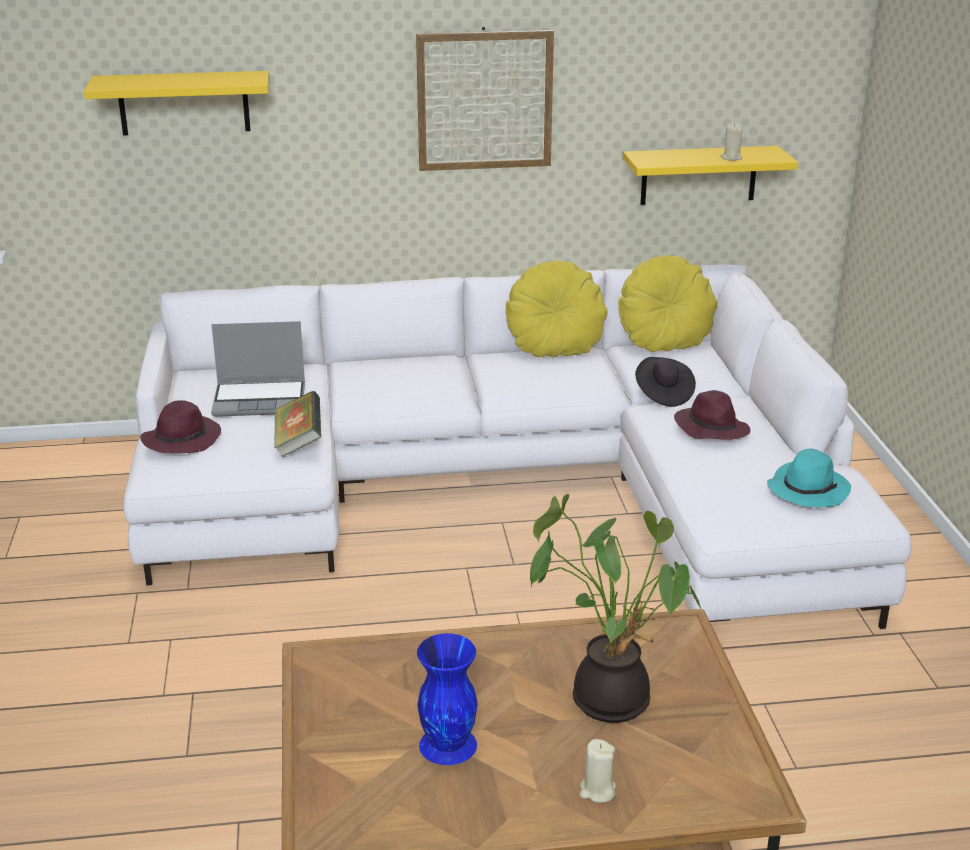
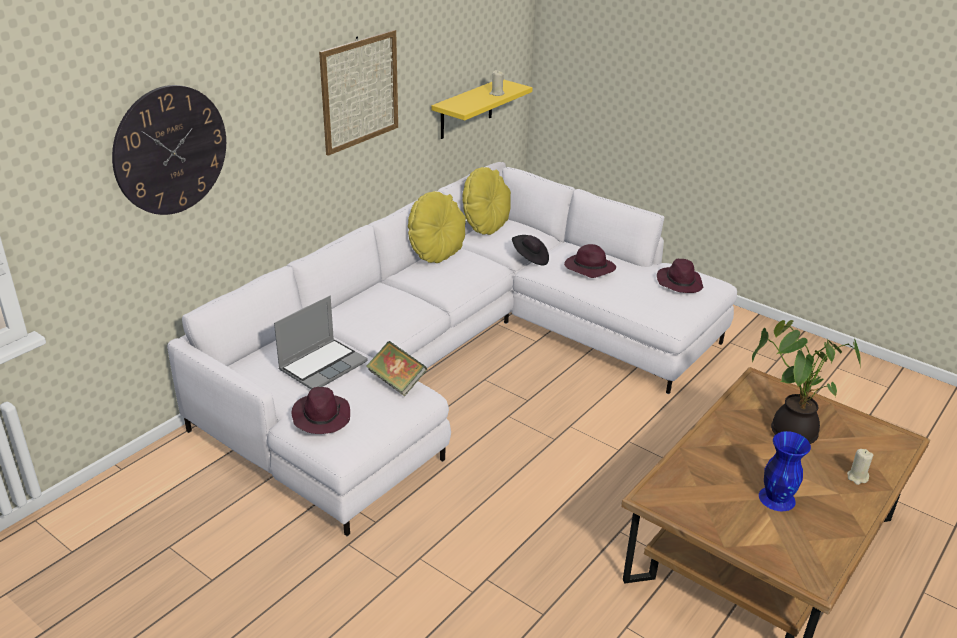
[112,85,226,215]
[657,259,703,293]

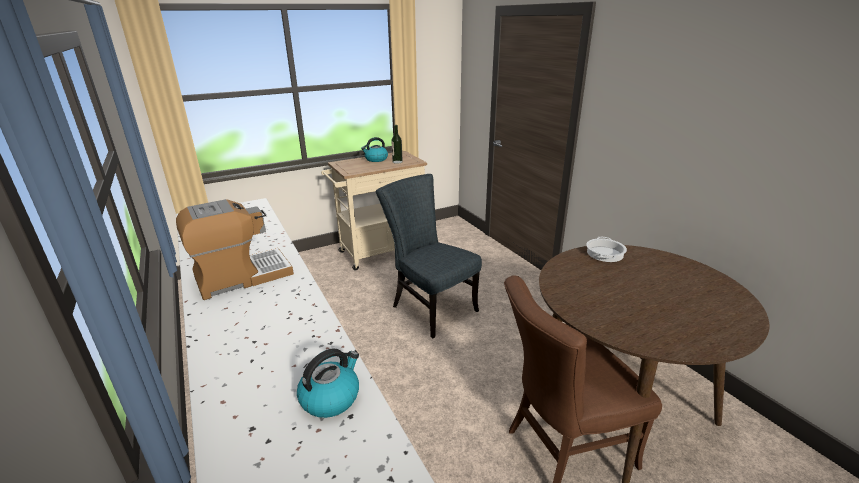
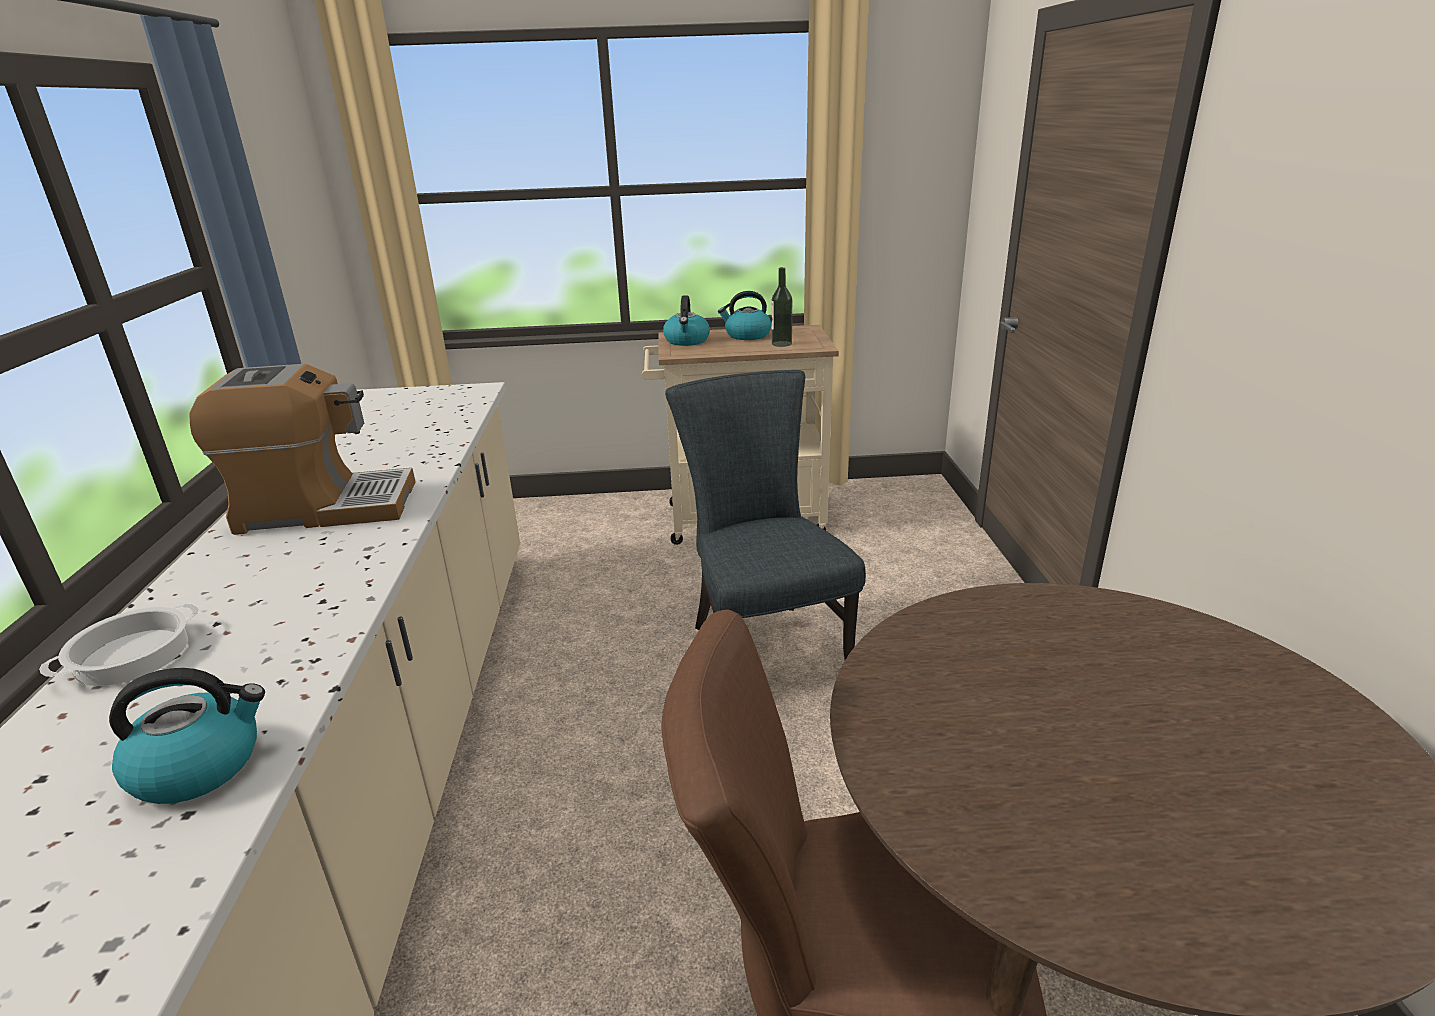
[39,604,199,686]
[663,295,710,346]

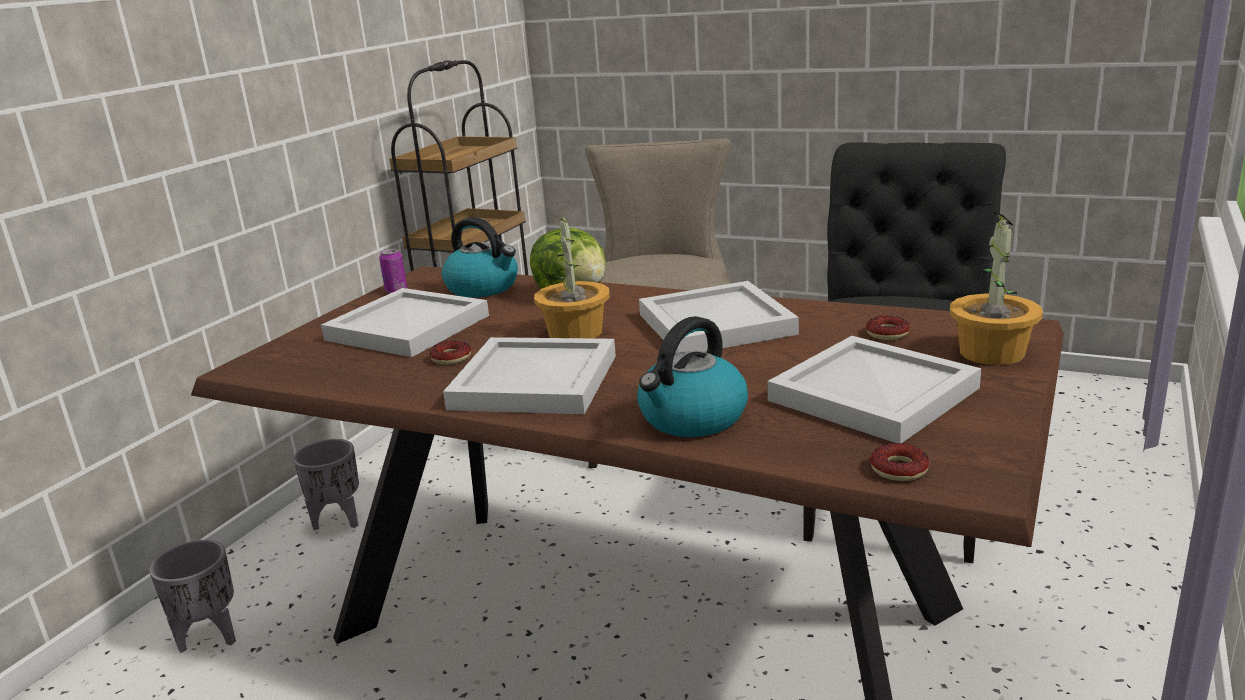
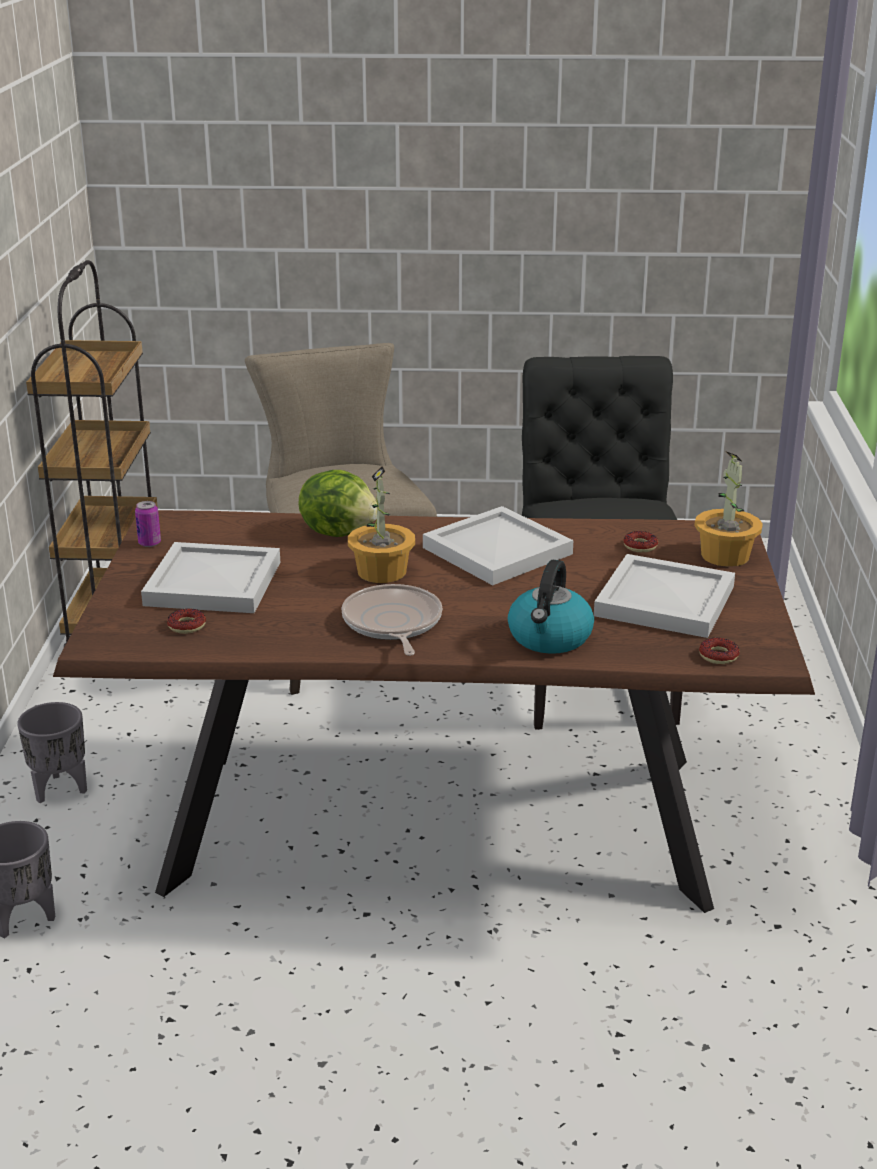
[167,608,206,634]
[441,217,518,298] (first image)
[342,584,442,656]

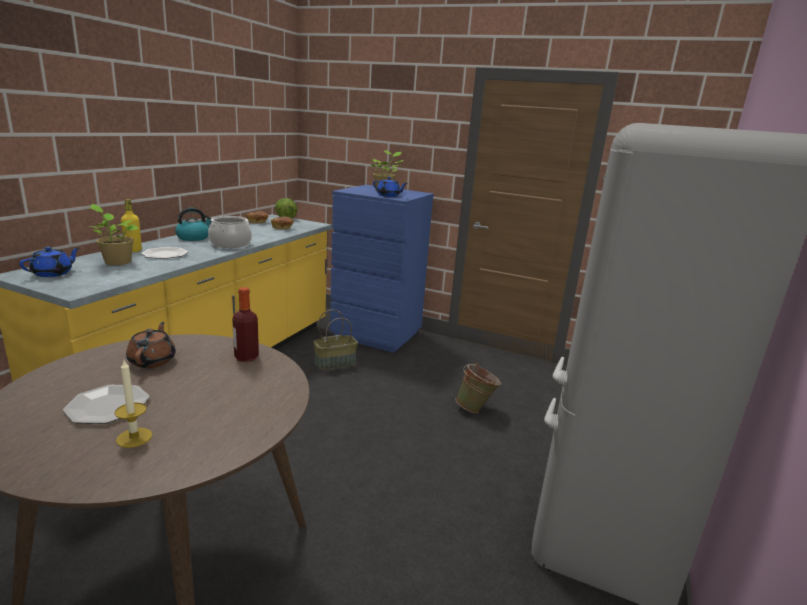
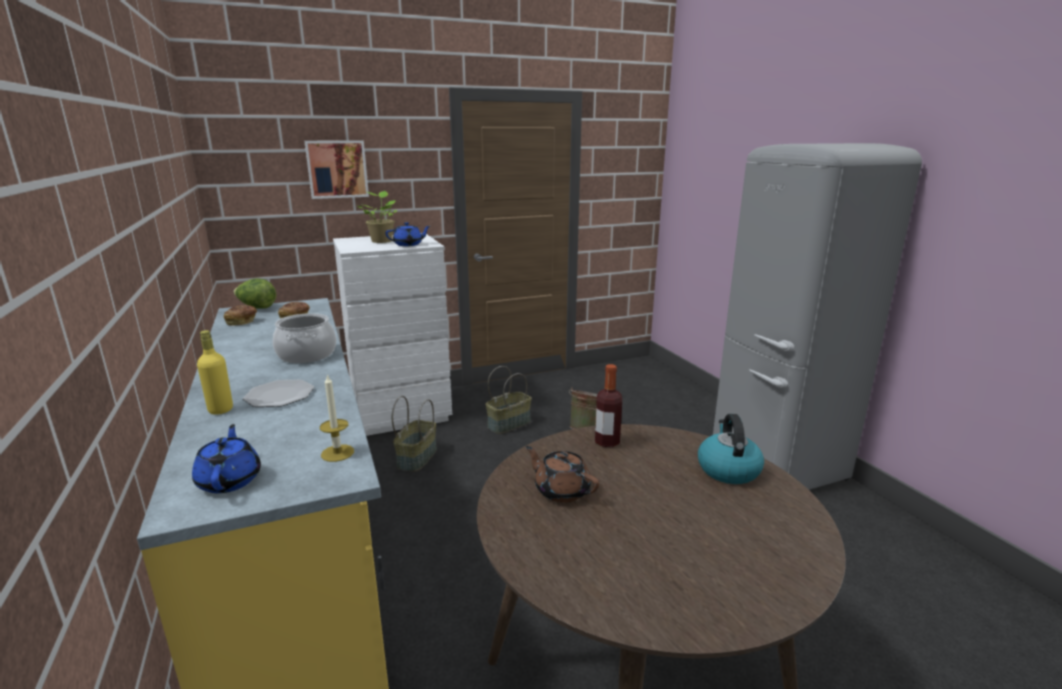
[63,385,149,424] (first image)
[89,204,139,265] (first image)
[320,374,354,462]
[698,414,764,484]
[333,233,452,436]
[305,140,369,199]
[485,366,532,434]

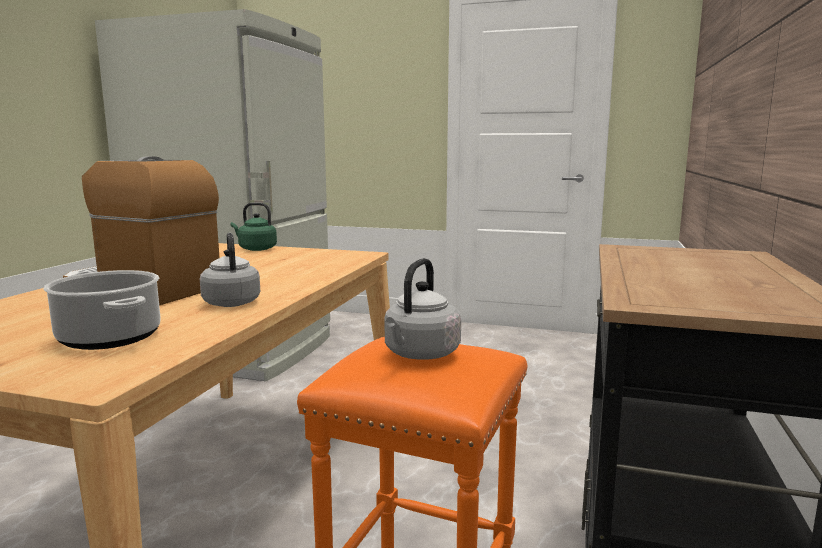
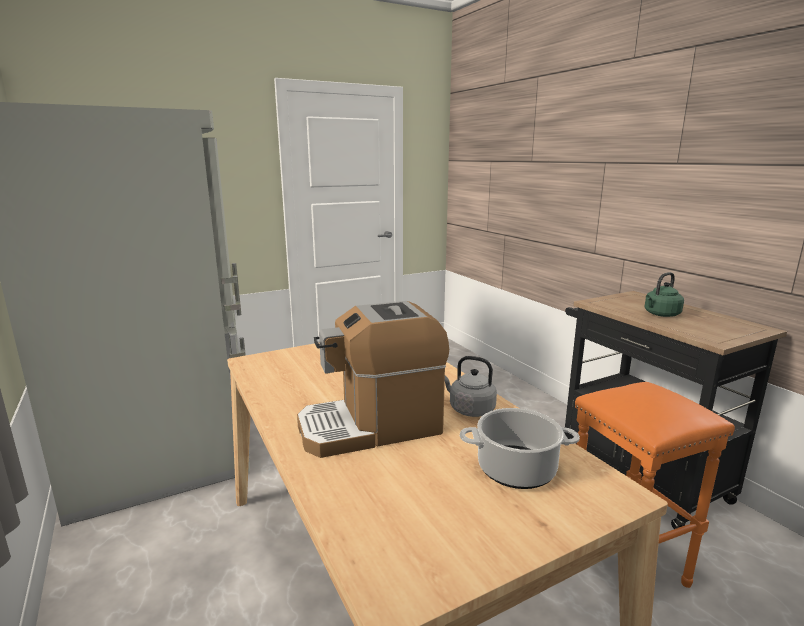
[644,272,684,317]
[385,258,461,360] (first image)

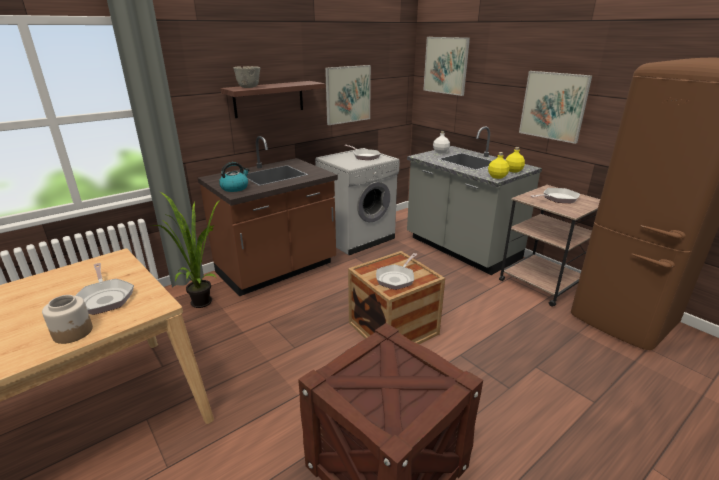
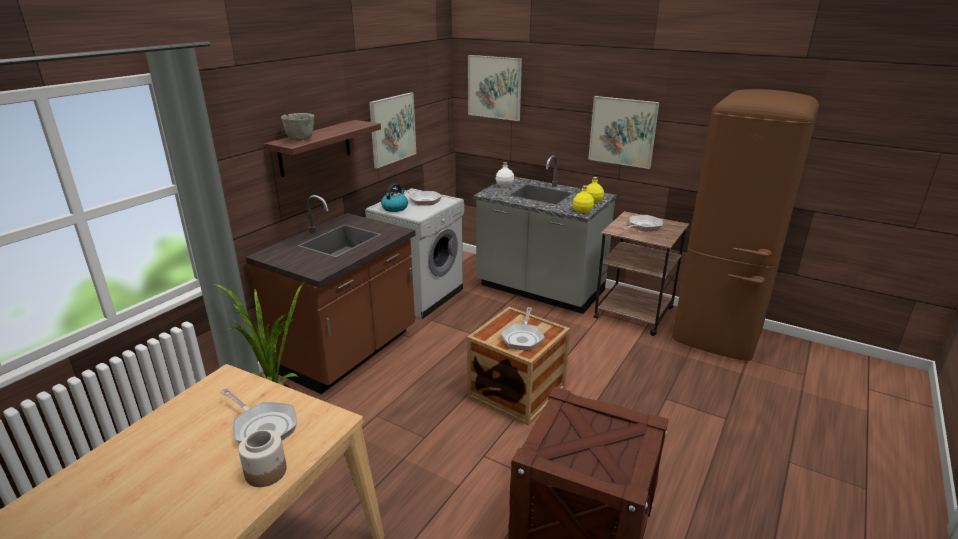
[381,183,408,212]

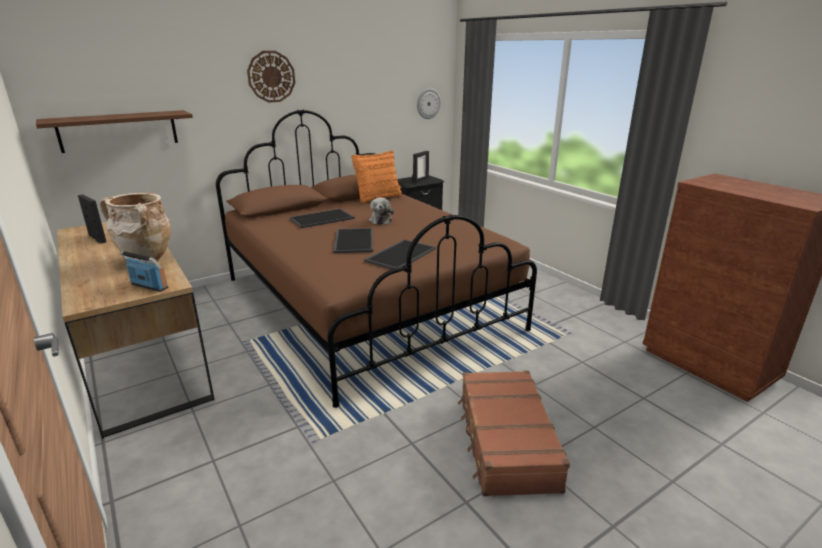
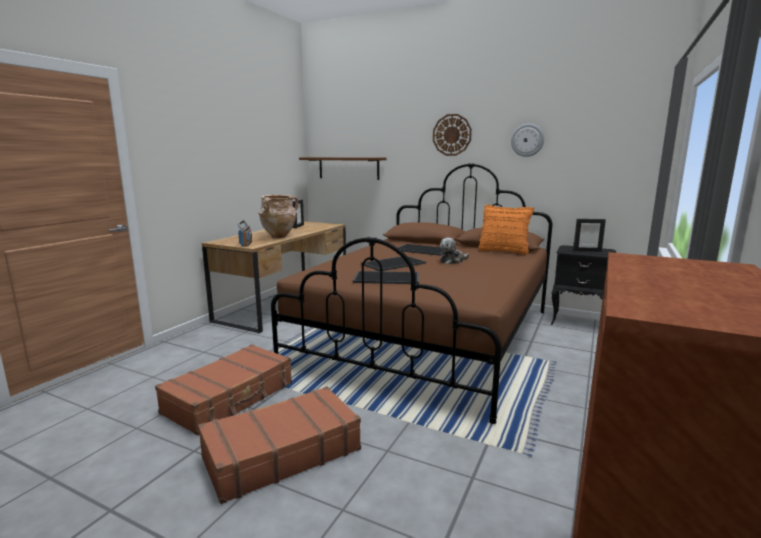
[511,124,544,157]
[155,344,292,436]

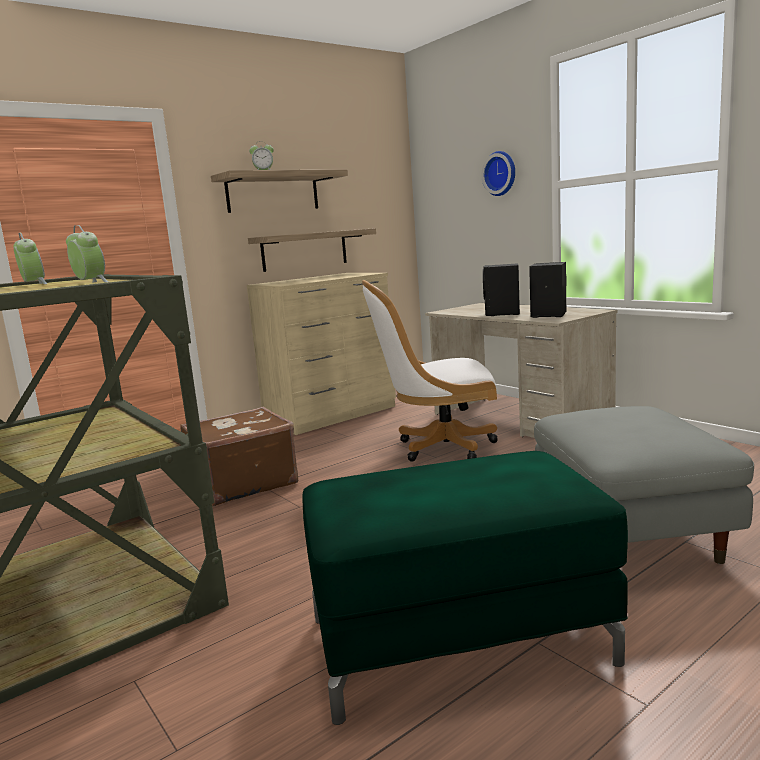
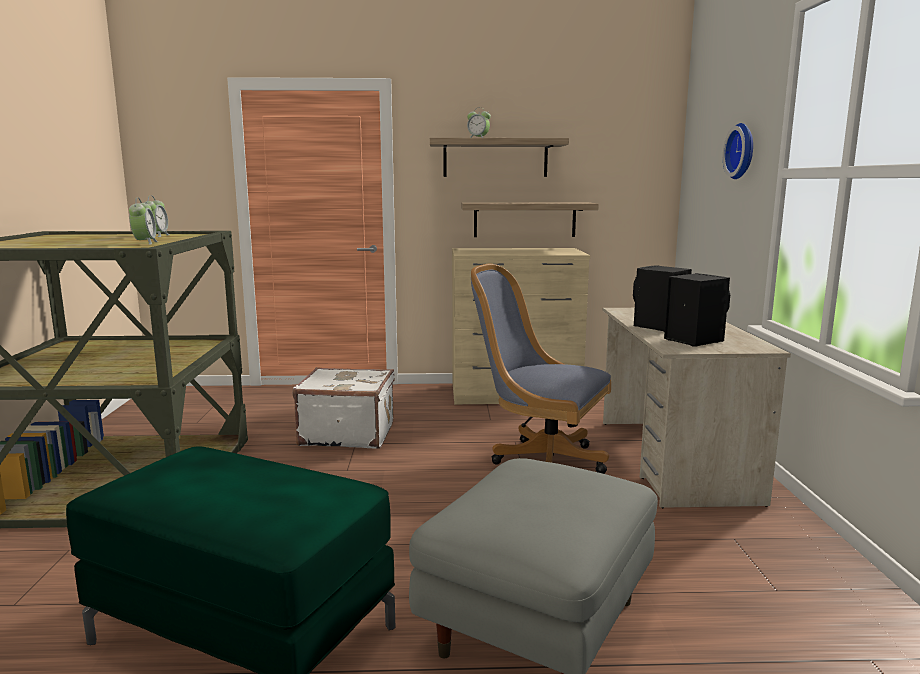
[293,367,395,449]
[471,264,611,474]

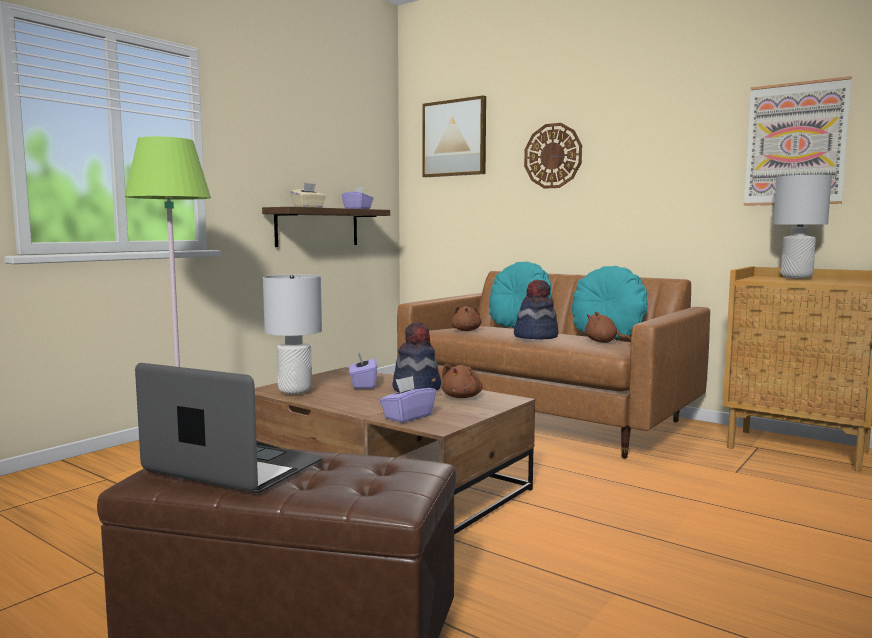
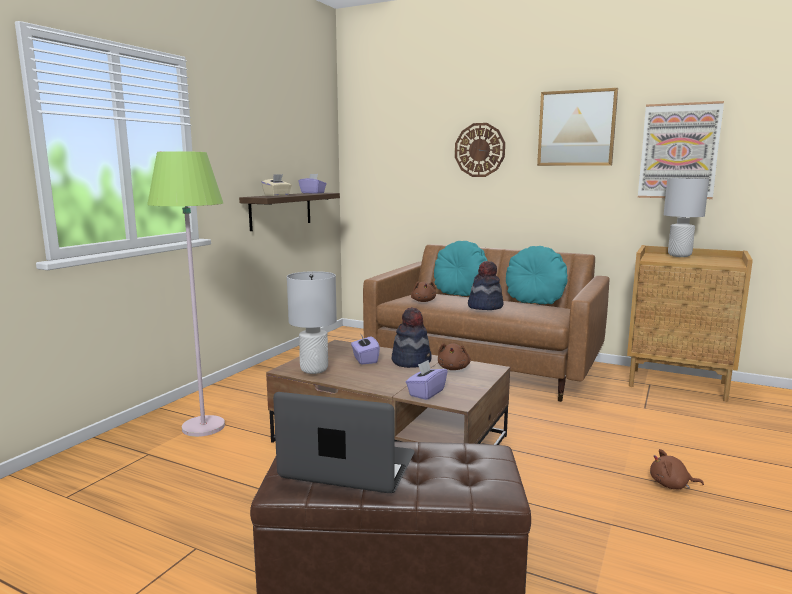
[537,88,618,166]
[650,449,704,489]

